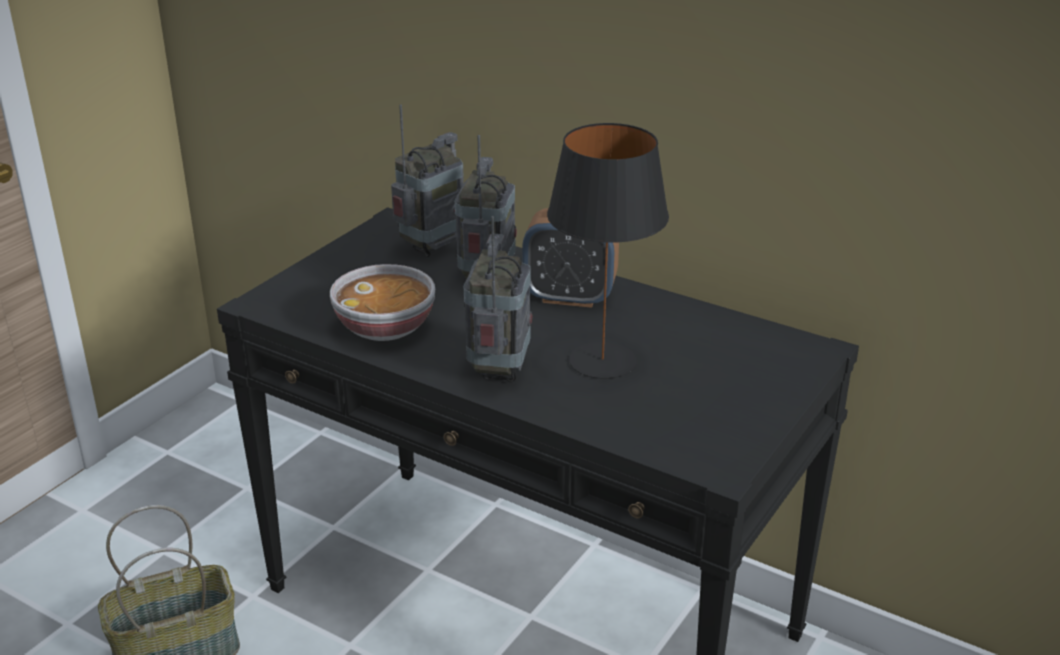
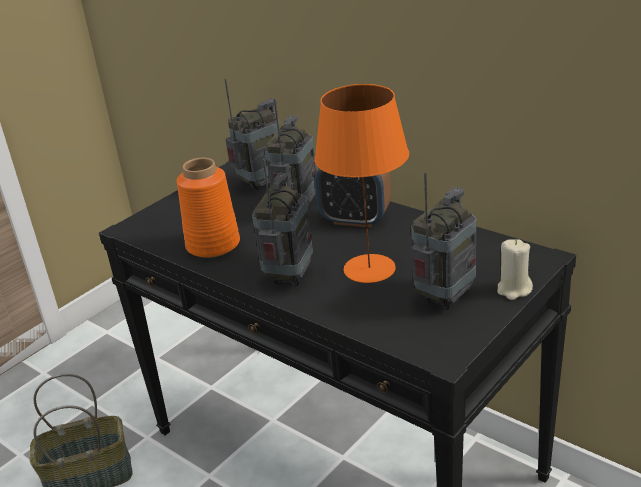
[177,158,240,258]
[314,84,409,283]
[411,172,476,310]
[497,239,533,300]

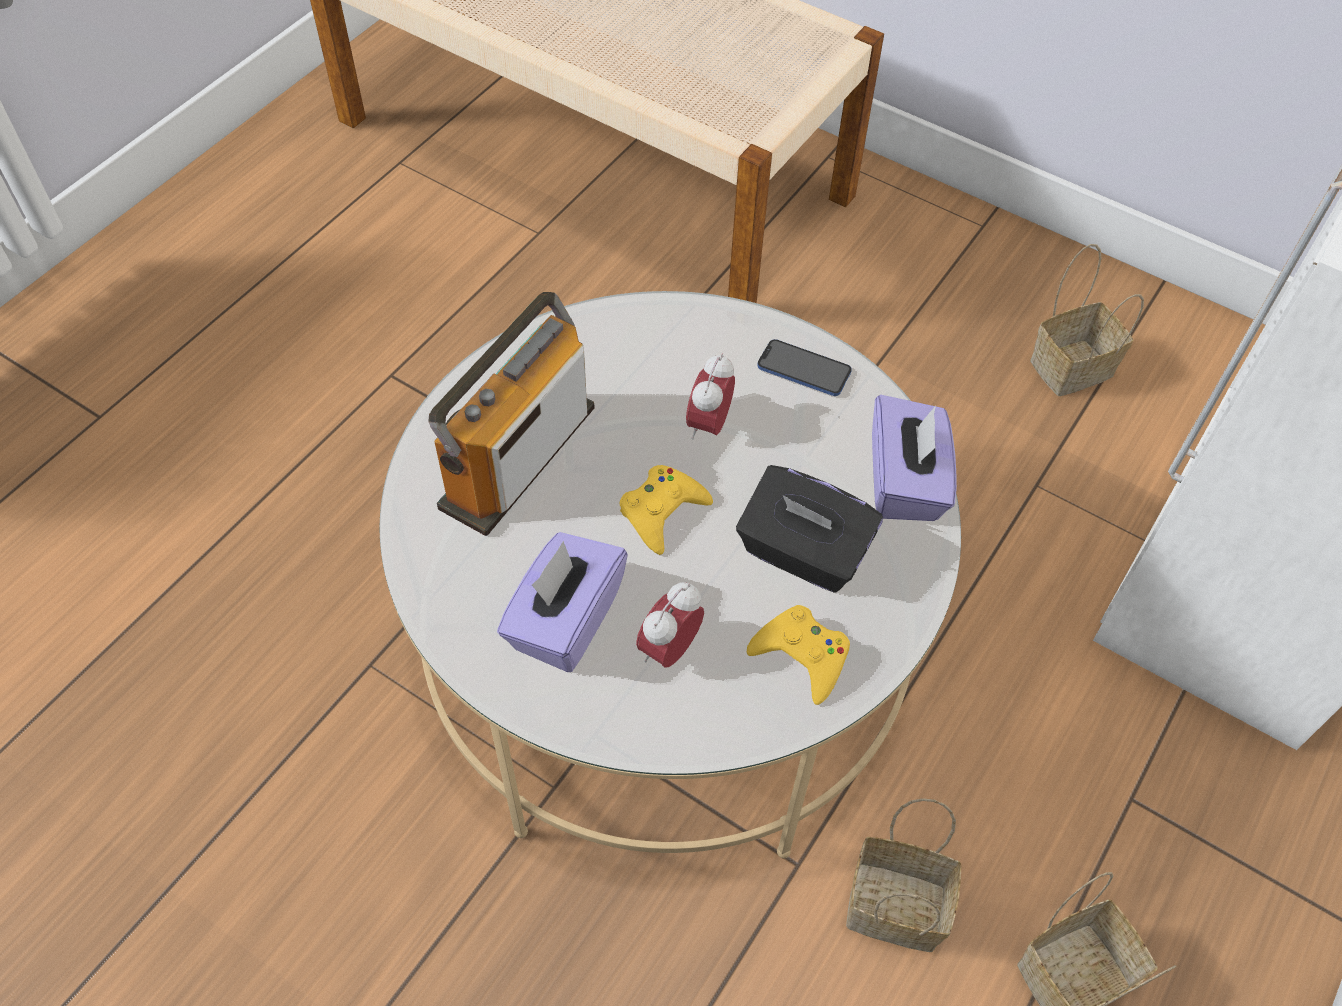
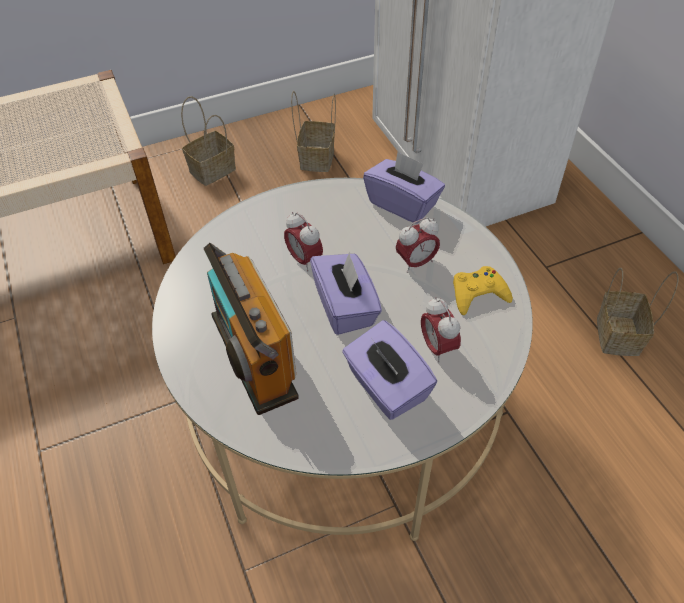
[310,252,382,335]
[396,217,440,273]
[757,339,852,396] (first image)
[181,96,236,186]

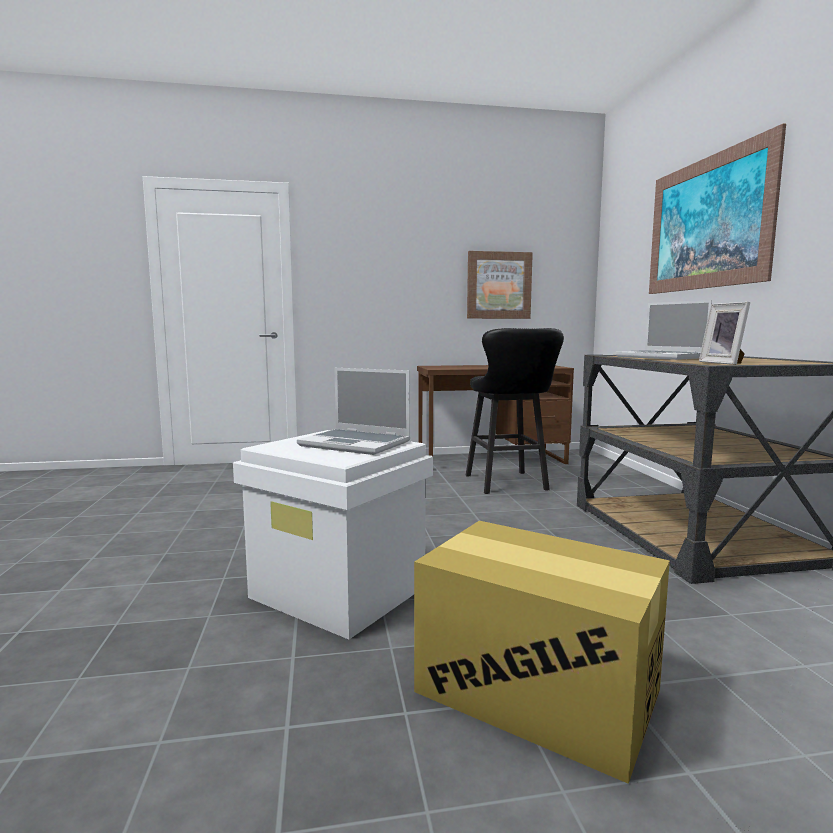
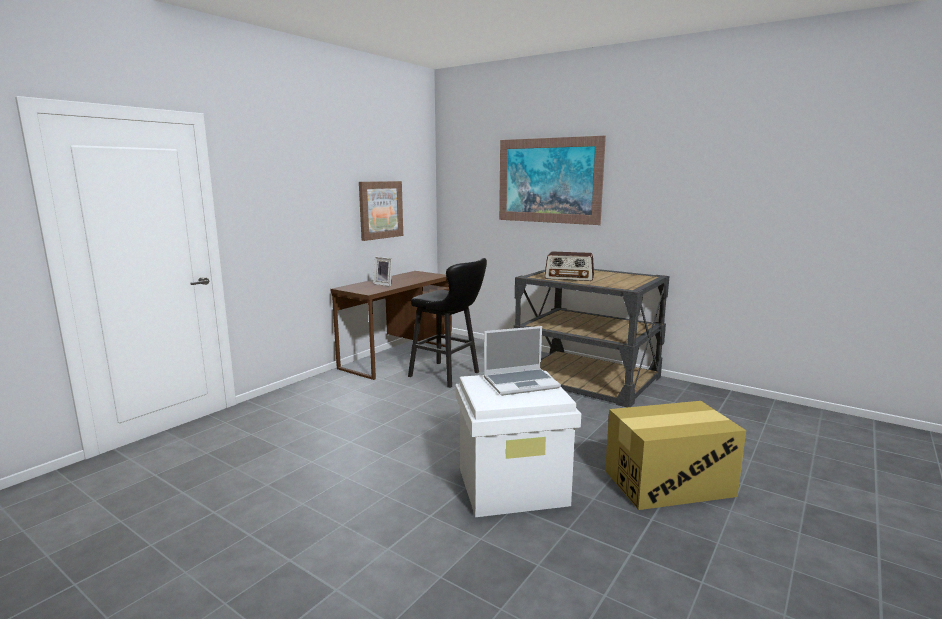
[544,251,594,281]
[373,257,393,287]

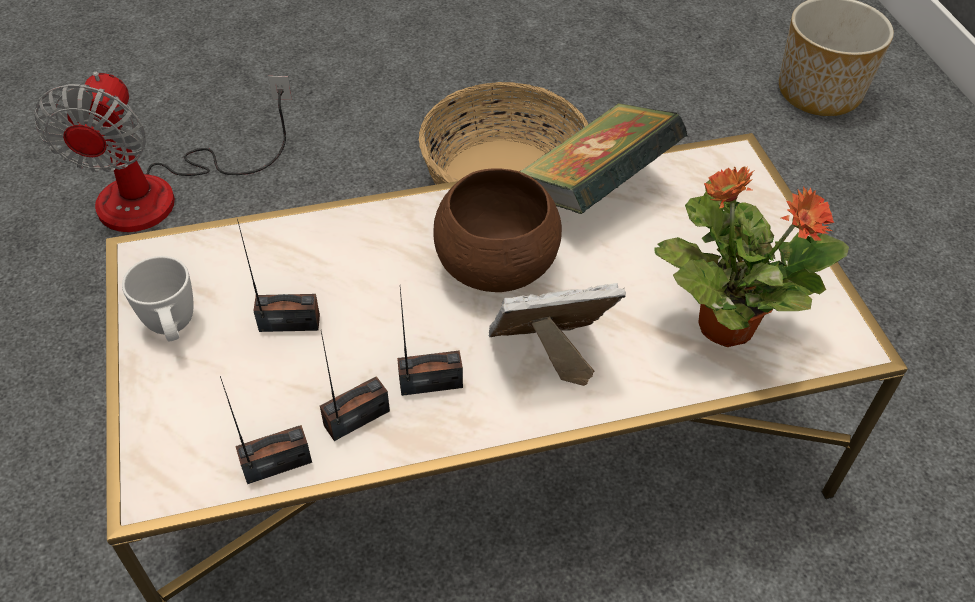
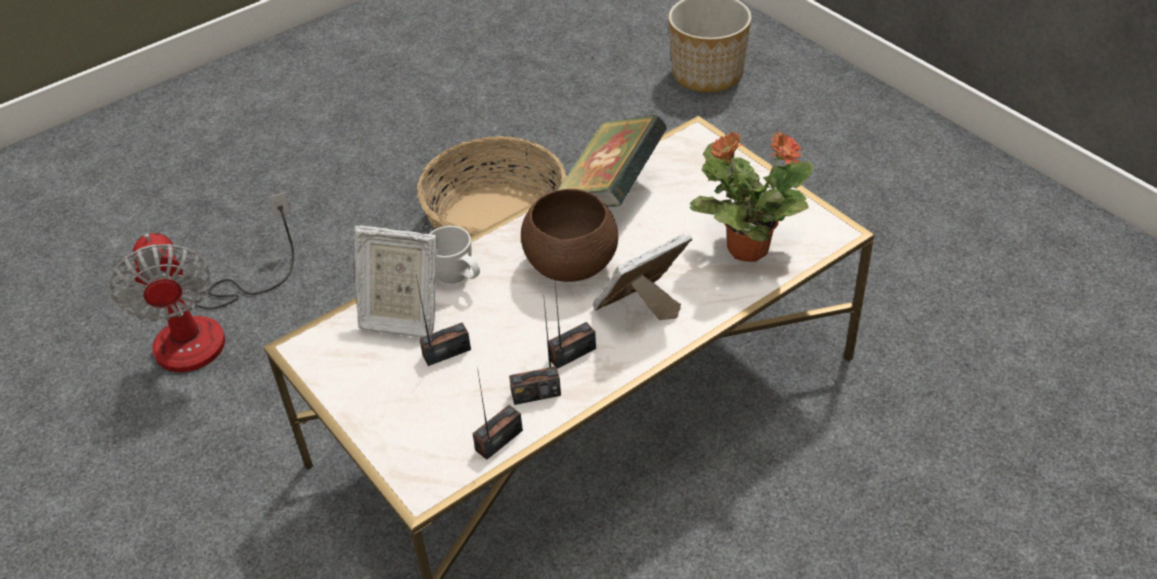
[429,226,480,283]
[509,301,561,405]
[354,226,438,338]

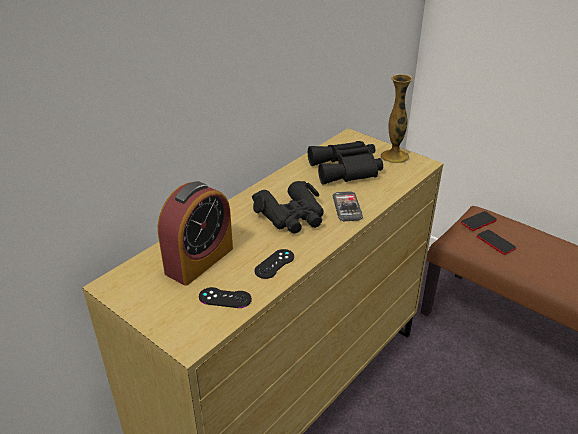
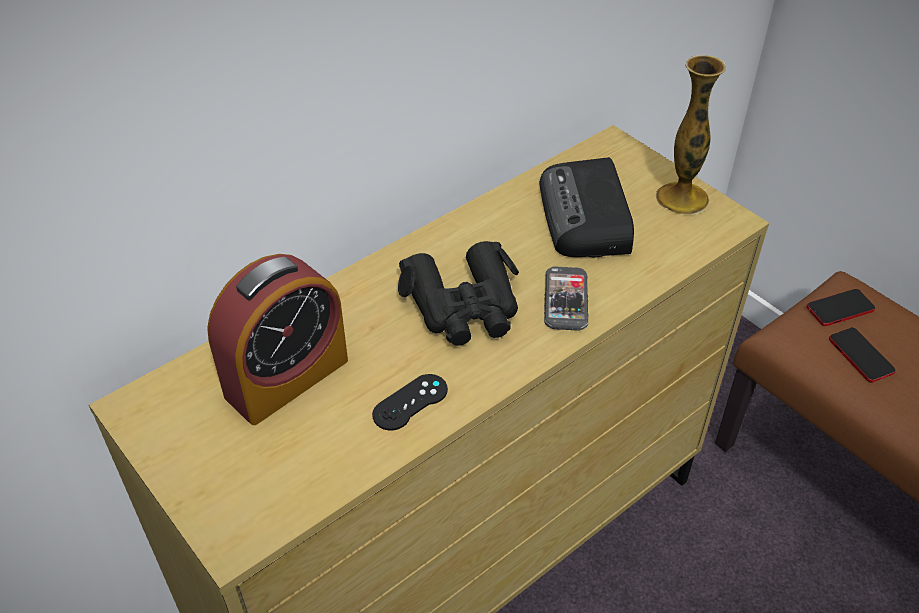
[199,287,252,308] (first image)
[539,157,634,257]

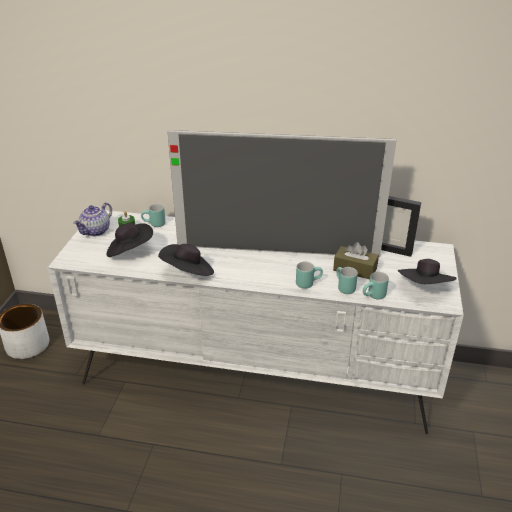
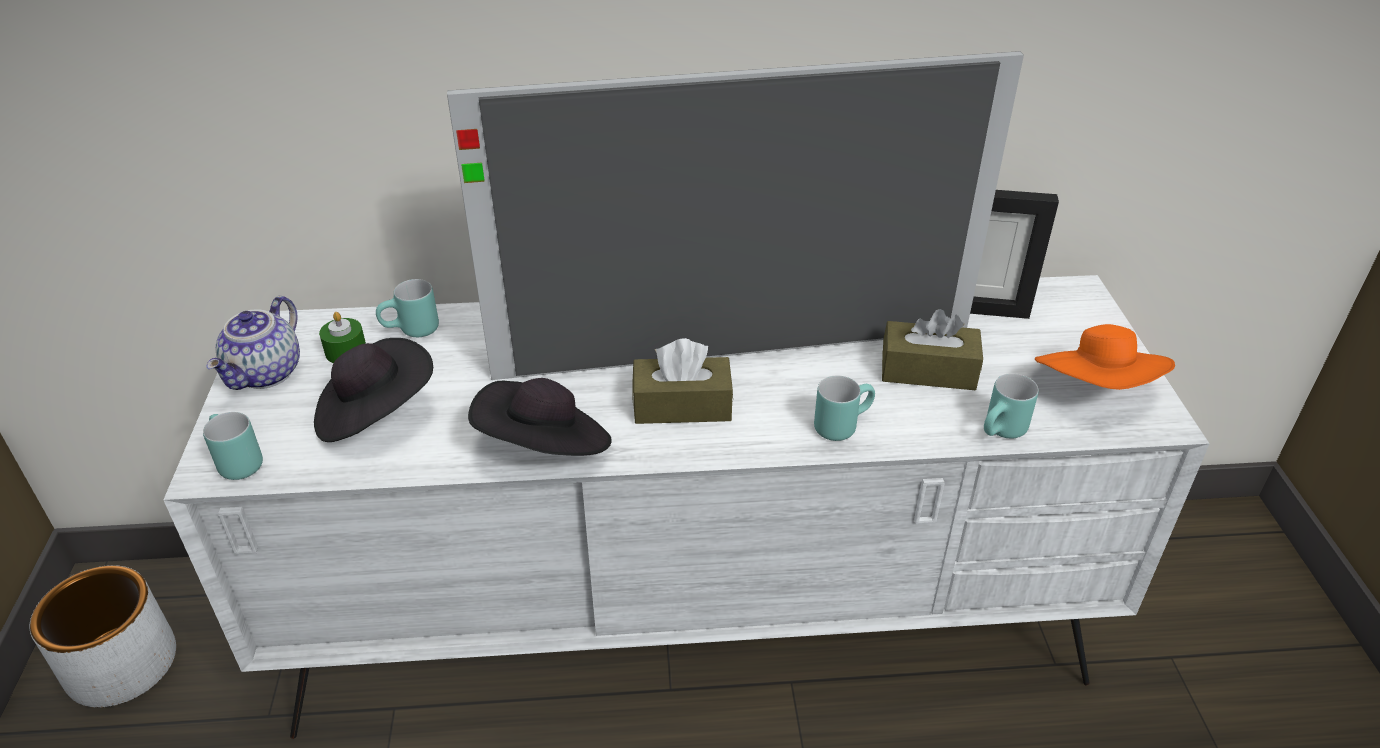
[203,412,263,480]
[1035,324,1175,390]
[633,338,733,424]

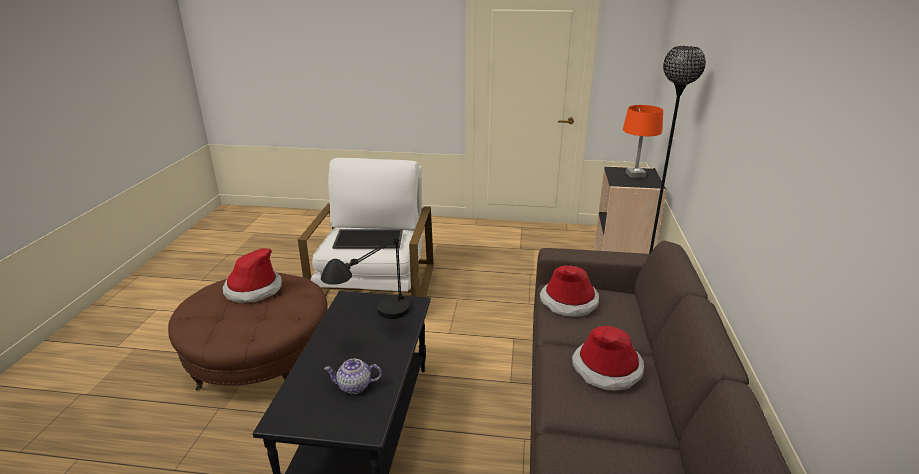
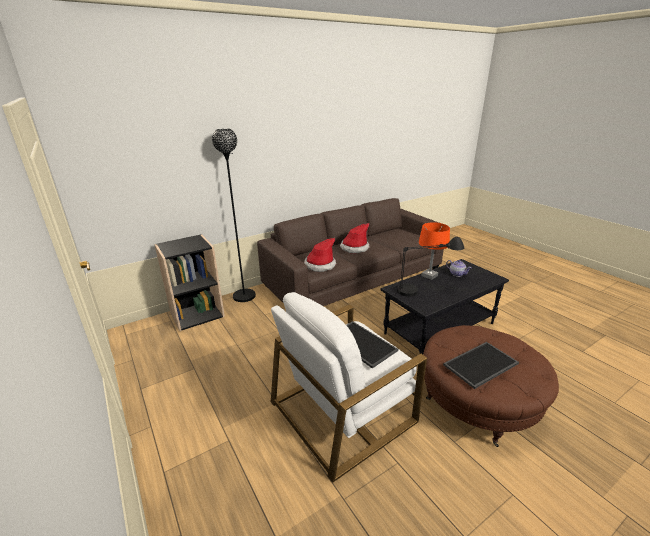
[443,342,519,389]
[419,222,450,280]

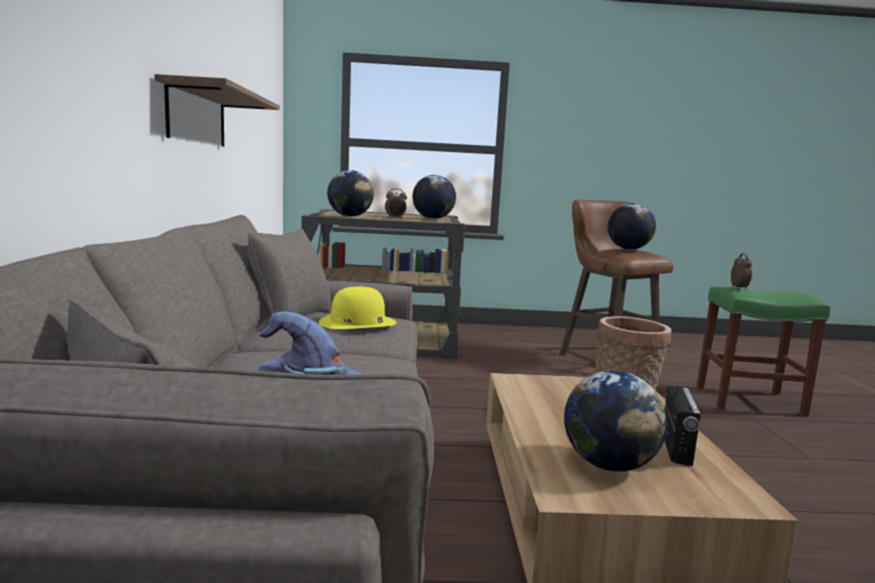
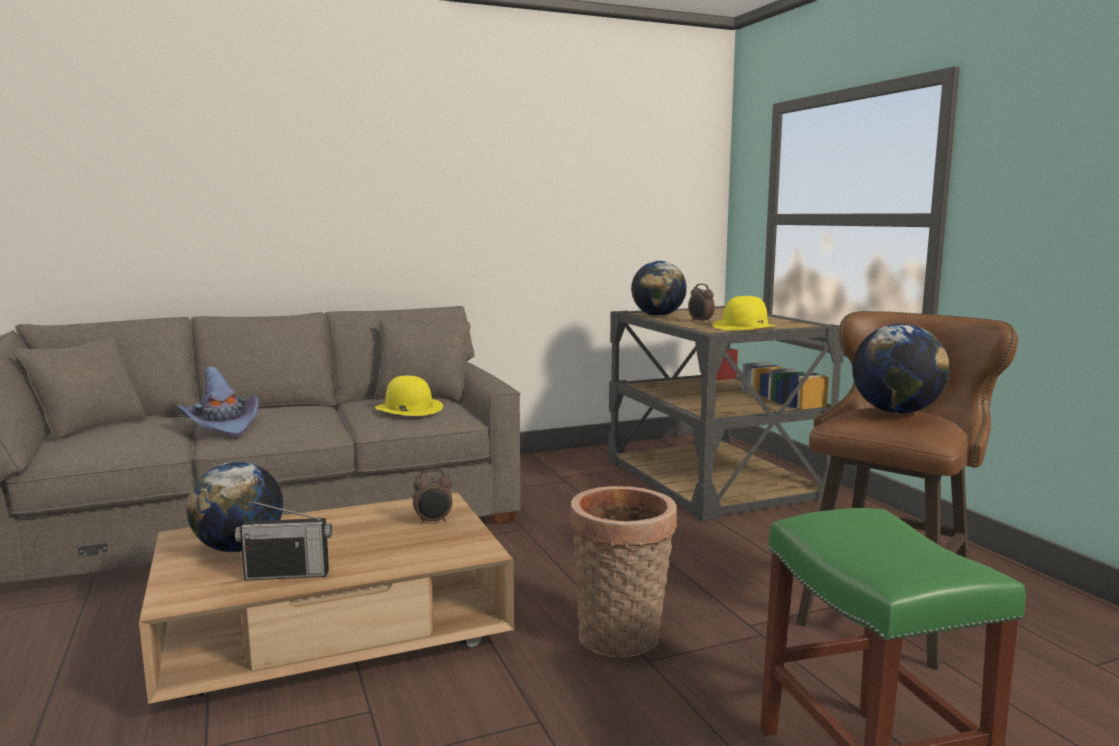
[154,74,280,147] (first image)
[712,296,776,330]
[413,469,452,524]

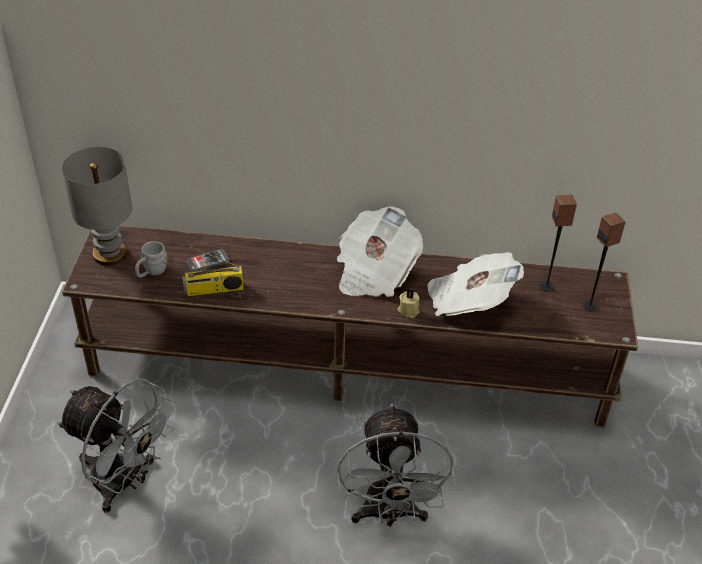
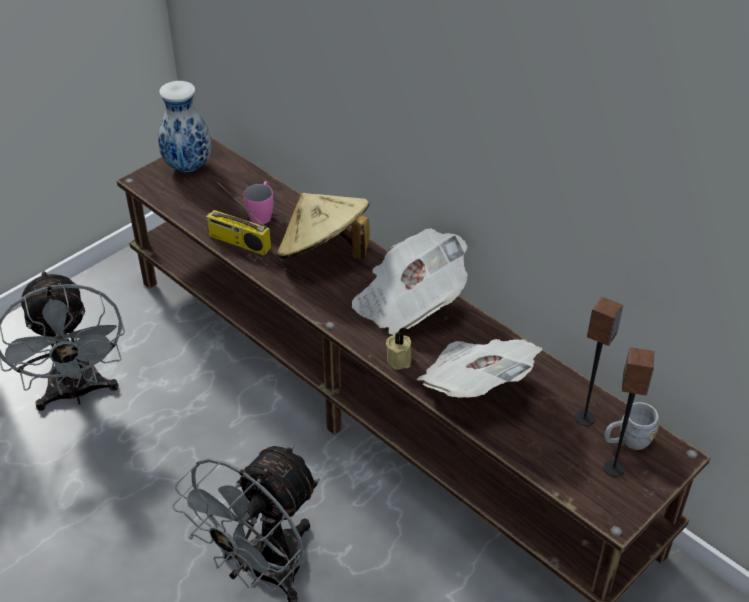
[158,81,211,172]
[604,402,659,450]
[243,181,274,225]
[277,193,370,260]

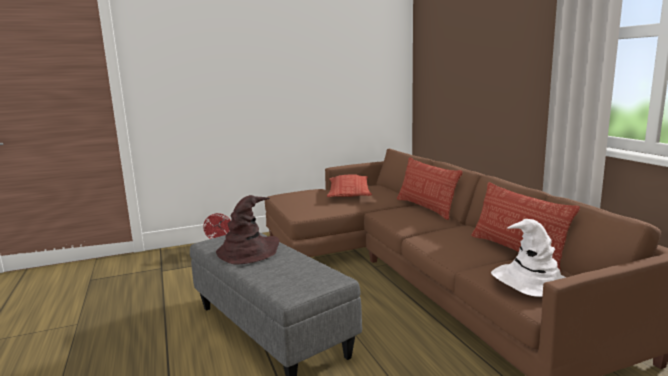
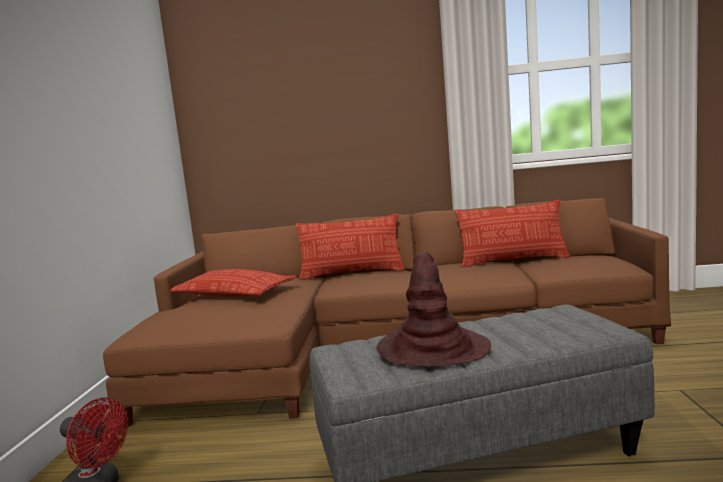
[491,219,566,297] (first image)

